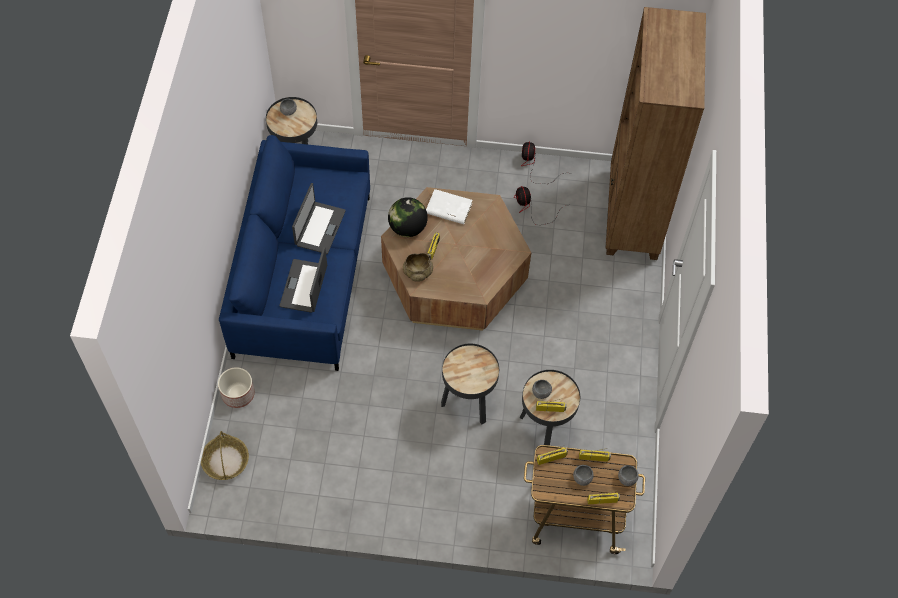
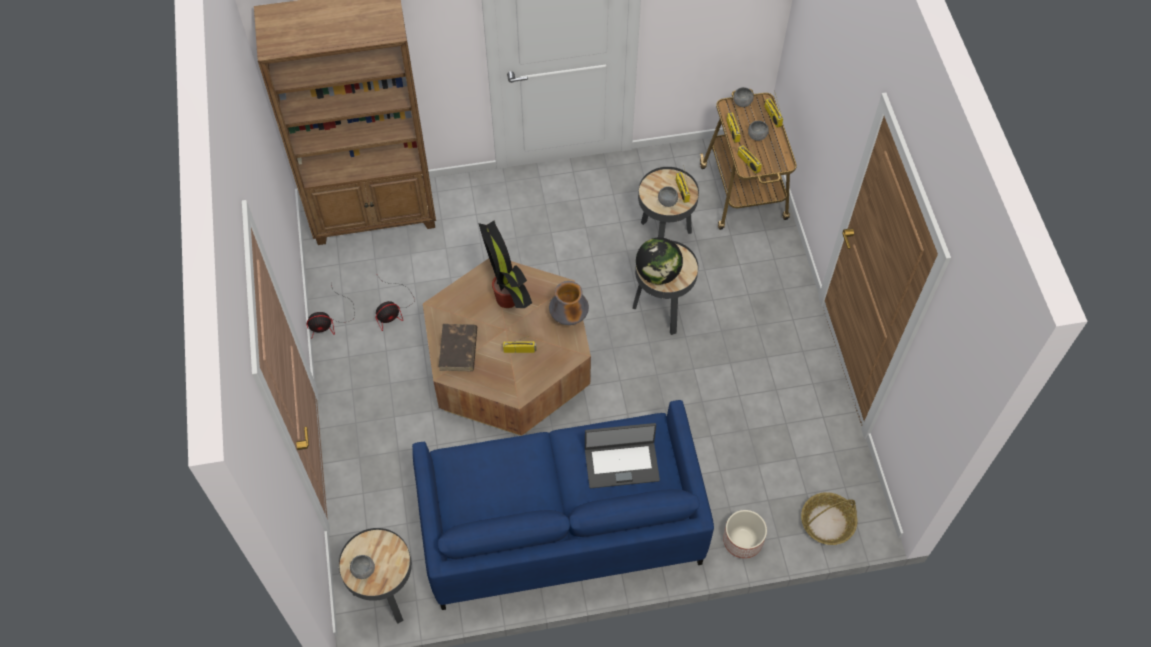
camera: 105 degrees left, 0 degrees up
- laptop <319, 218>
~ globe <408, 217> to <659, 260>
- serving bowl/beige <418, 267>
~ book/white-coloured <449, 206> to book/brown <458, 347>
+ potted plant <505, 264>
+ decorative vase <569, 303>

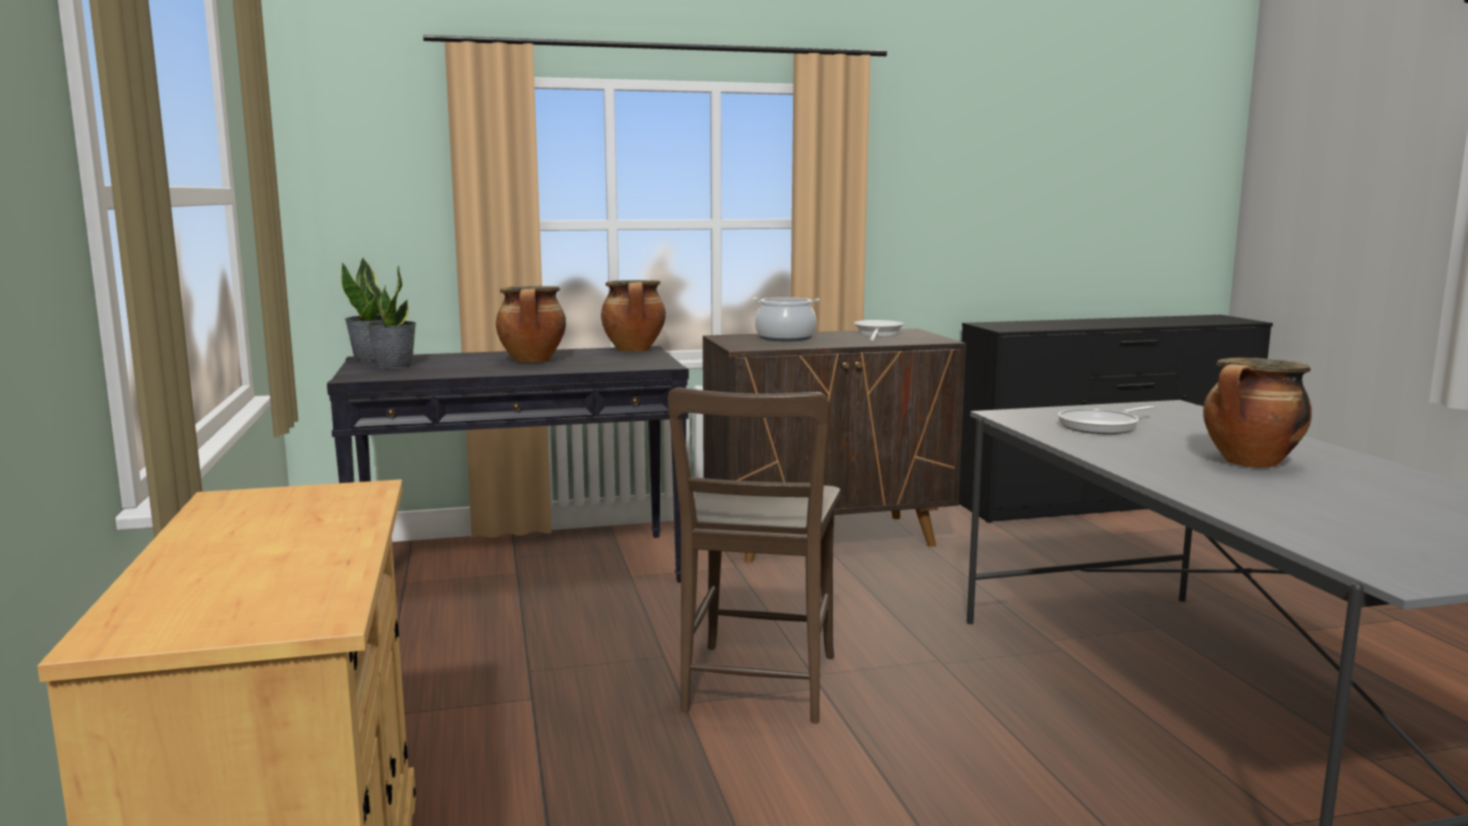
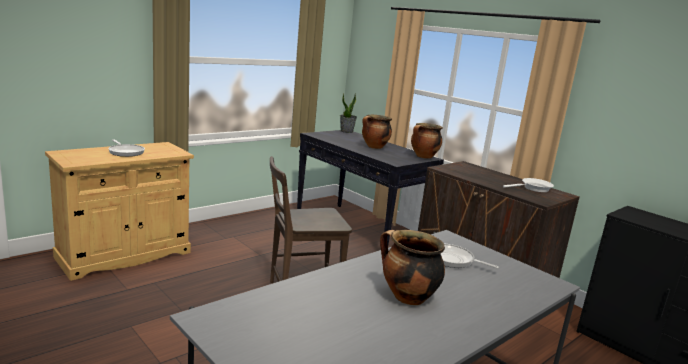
camera: 60 degrees right, 5 degrees up
- potted plant <390, 315>
- stockpot <786, 319>
+ frying pan <126, 148>

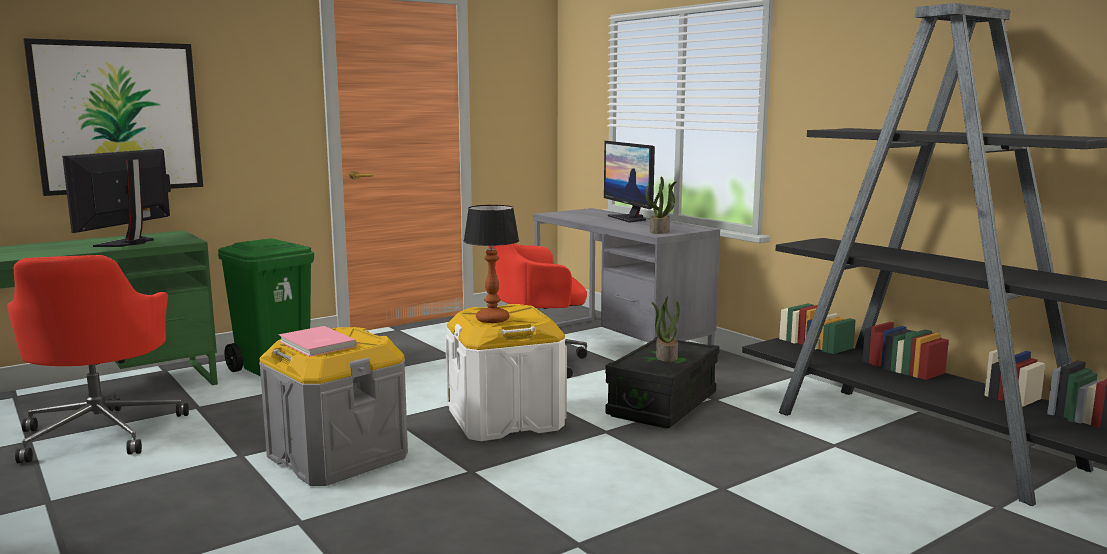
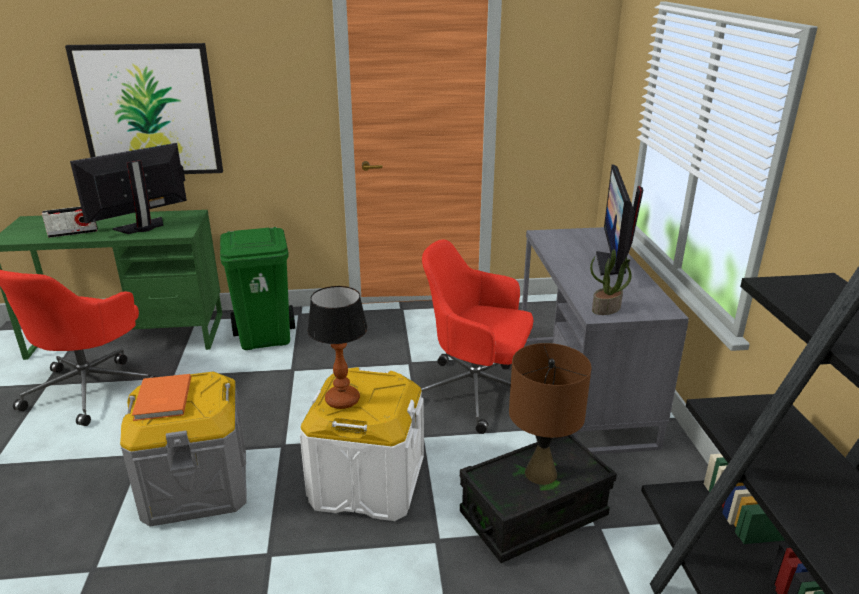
camera: 30 degrees right, 15 degrees up
~ book/pinkish <318, 341> to book/orange <161, 397>
~ potted plant <665, 329> to table lamp/brown <550, 414>
+ radio <70, 222>

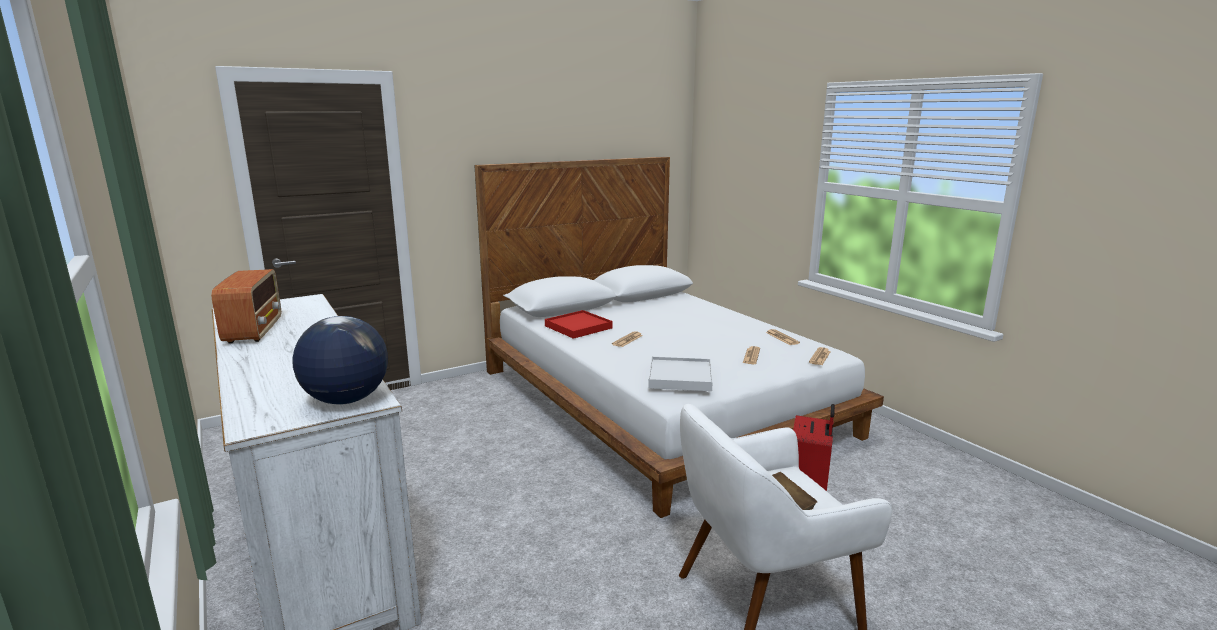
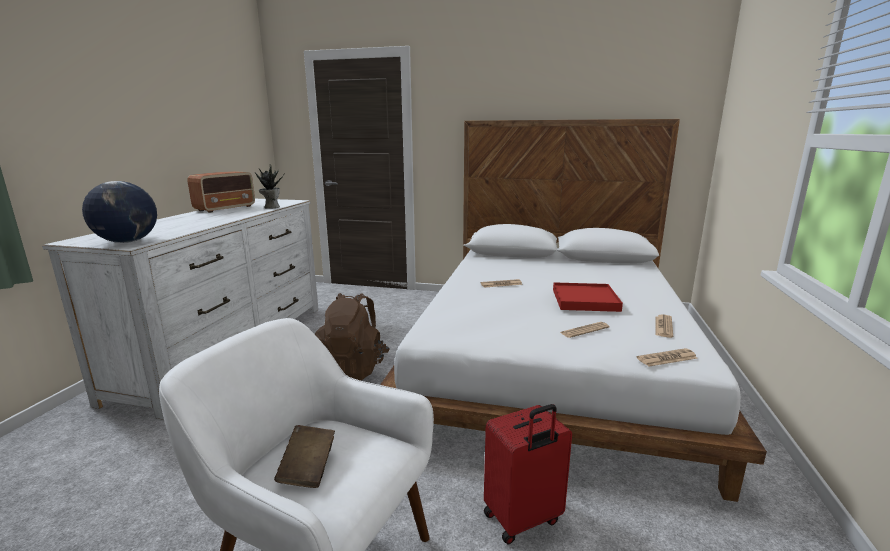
camera: 45 degrees right, 0 degrees up
~ tray/reddish <579, 324> to <588, 297>
- tray/white-coloured <680, 374>
+ potted plant <269, 187>
+ backpack/brown <352, 337>

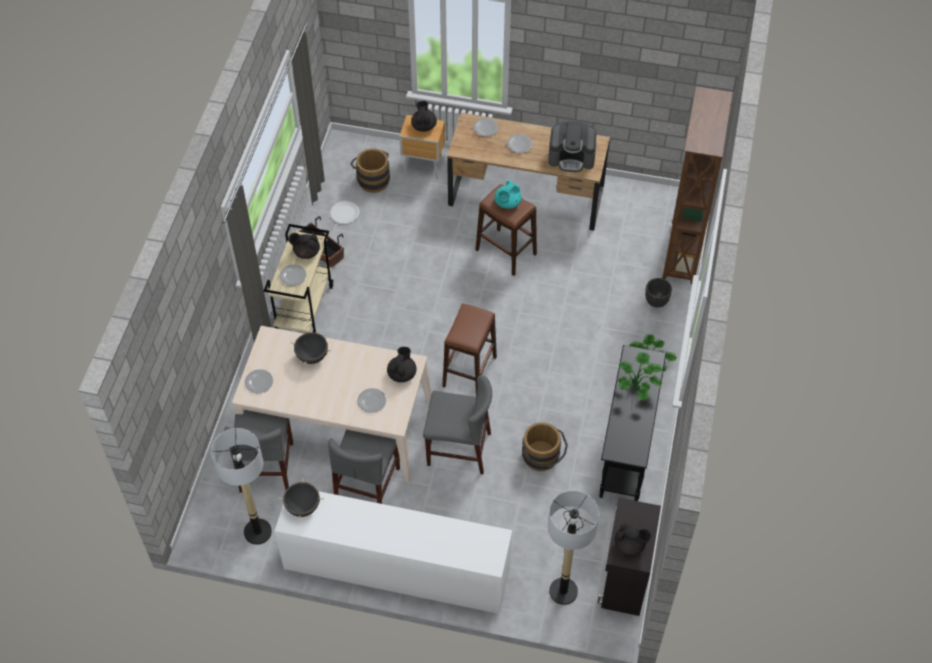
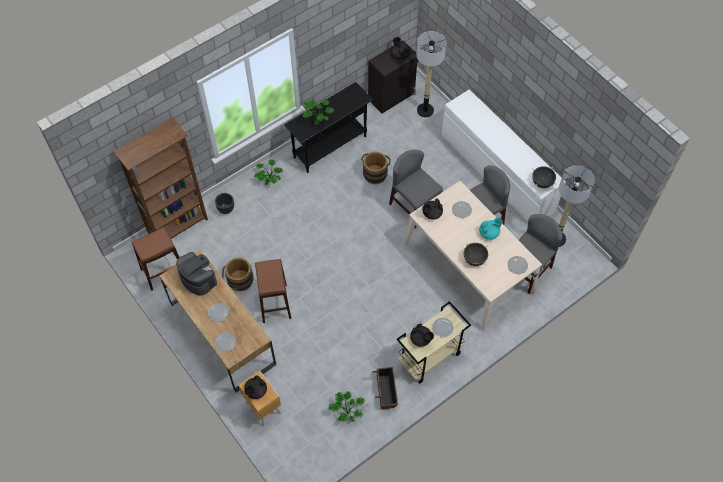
camera: 140 degrees left, 5 degrees up
~ plate/white-coloured <344, 212> to potted plant <346, 406>
~ water bucket/brown <370, 170> to <237, 274>
~ stool seat/brown <469, 349> to <155, 259>
~ pot for tea/turquoise-coloured <508, 194> to <491, 229>

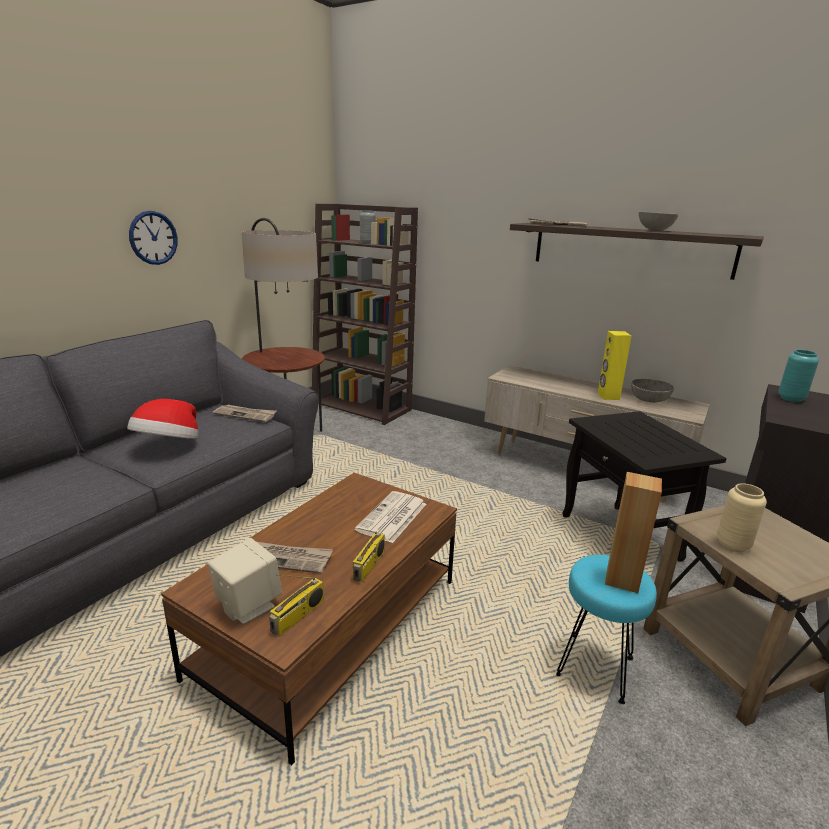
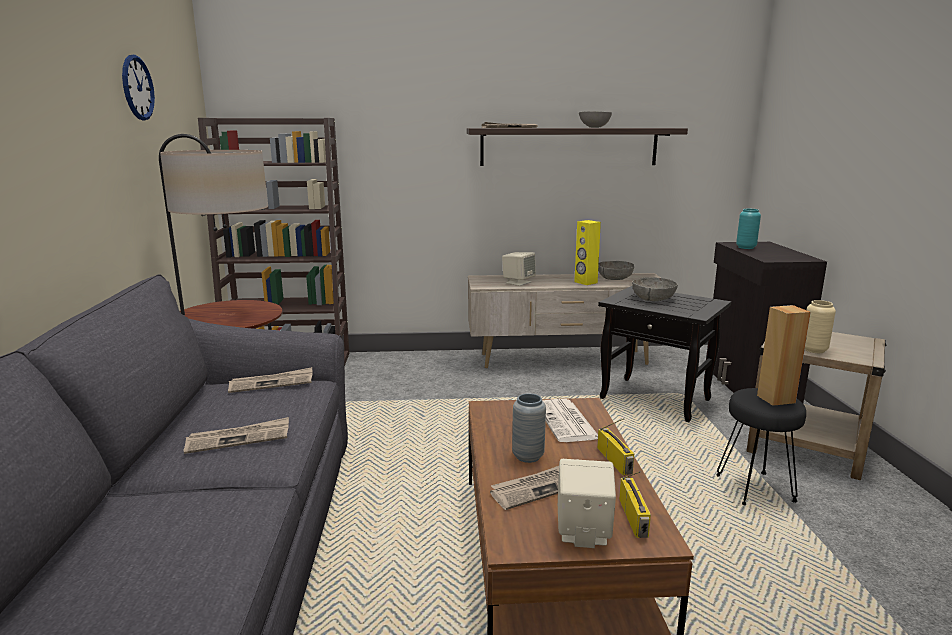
camera: 35 degrees left, 5 degrees down
~ wearable hat <162, 419> to printed paper <236, 435>
~ hanging clock <153, 238> to <138, 87>
~ decorative vase/gray <368, 227> to <529, 428>
~ stool seat/turquoise-coloured <606, 629> to stool seat/black <761, 446>
+ speaker/beige <519, 269>
+ serving bowl/gray <655, 289>

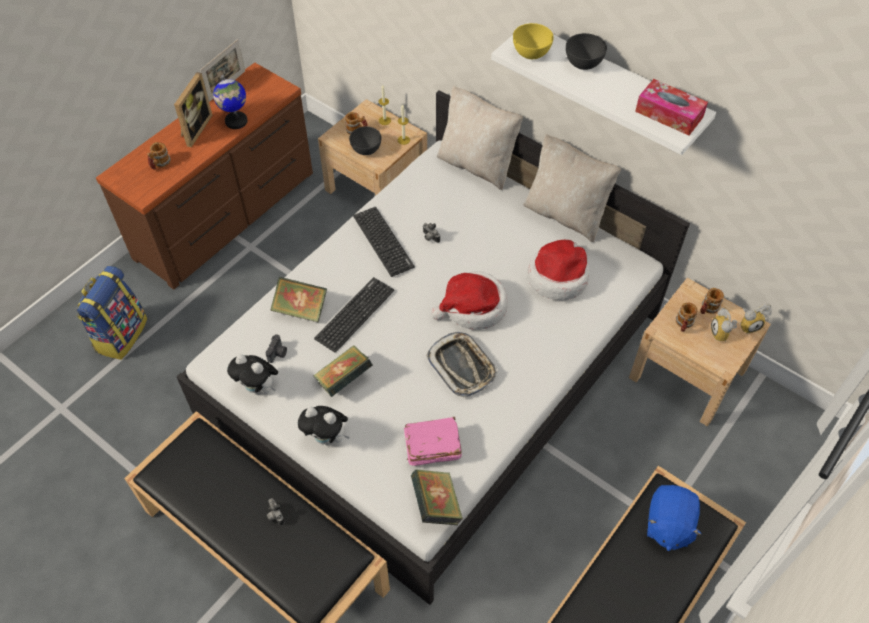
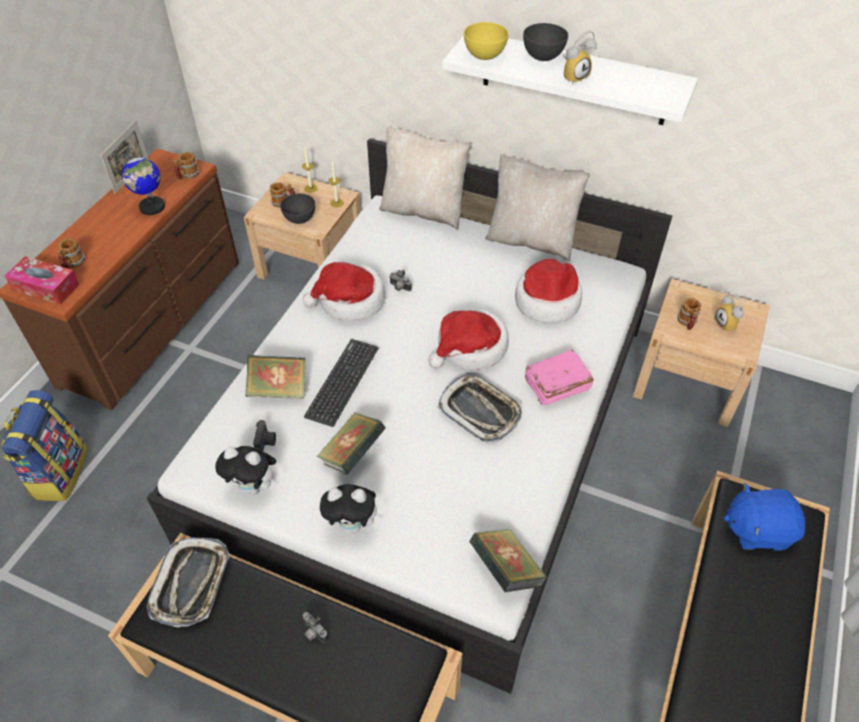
camera: 15 degrees left, 5 degrees down
- picture frame <193, 109>
~ computer keyboard <384, 242> to wearable hat <344, 292>
~ book/pinkish <433, 441> to <559, 377>
~ tissue box <671, 107> to <42, 280>
~ cuddly toy/blue <674, 518> = <764, 517> 90 degrees clockwise
~ tea mug <712, 301> to <186, 166>
~ alarm clock <756, 318> to <579, 57>
+ tray <188, 582>

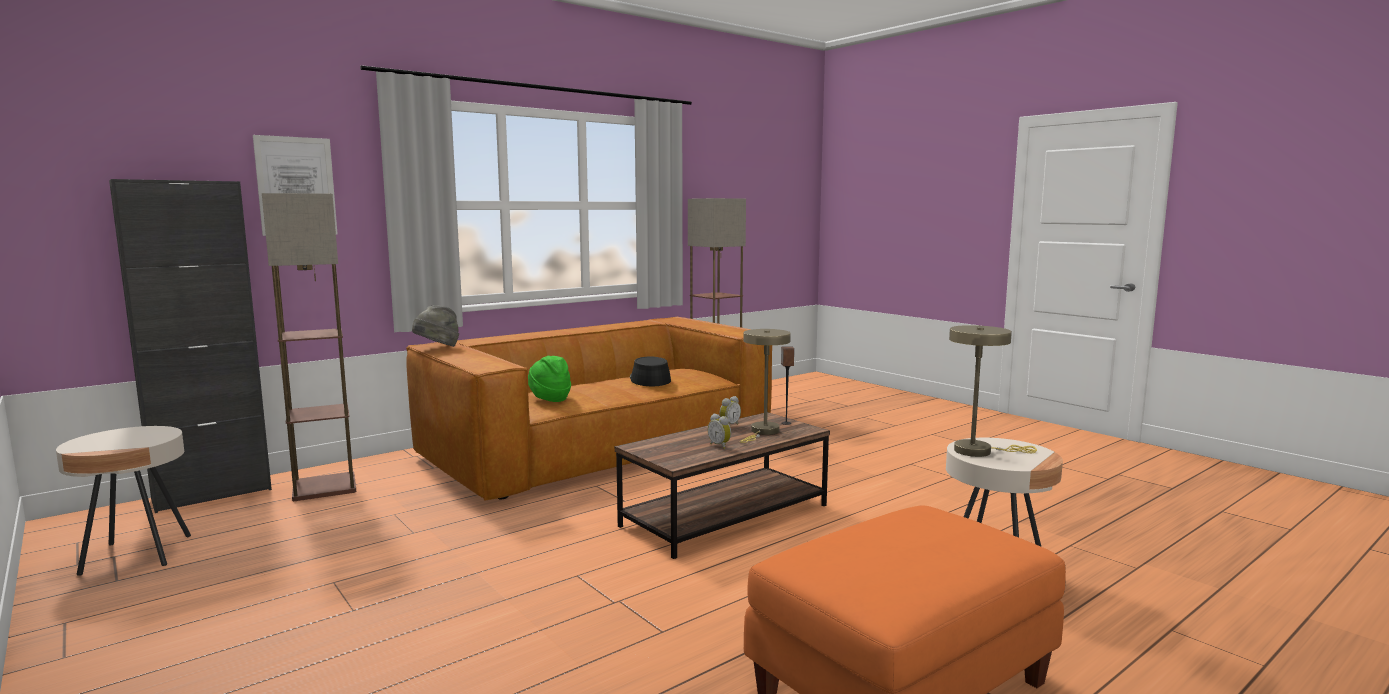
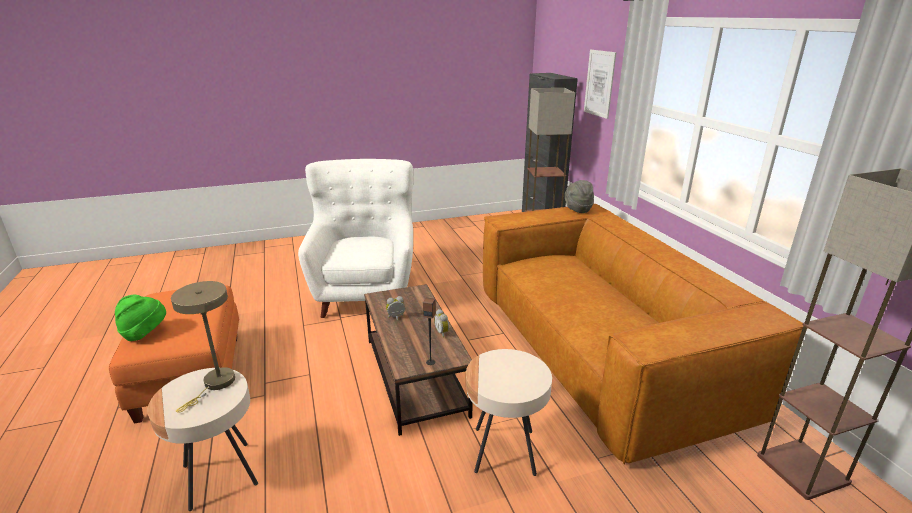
camera: 110 degrees right, 15 degrees up
~ side table/beige <123, 501> to <509, 412>
~ wearable hat/green-coloured <549, 379> to <140, 318>
- wearable hat/black <650, 371>
- table lamp/beige <765, 386>
+ lounge chair/white-coloured <355, 238>

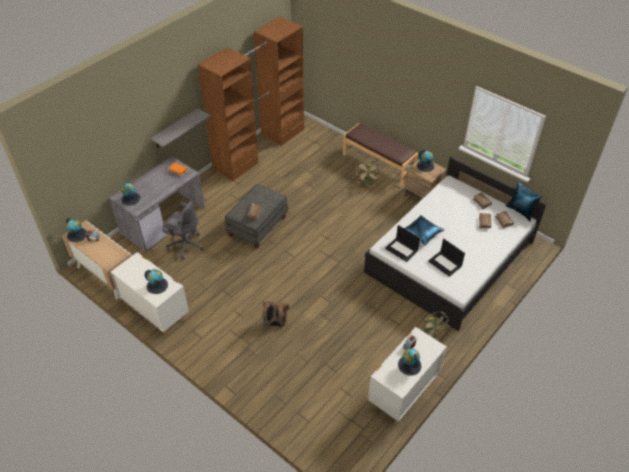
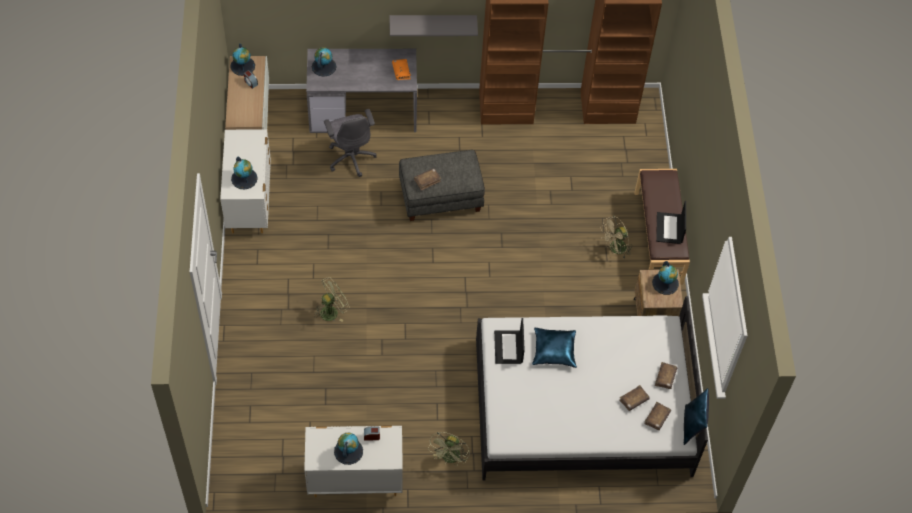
camera: 45 degrees right, 10 degrees up
~ backpack/brown <275, 314> to electric fan/green-coloured <332, 299>
~ laptop <446, 258> to <671, 222>

